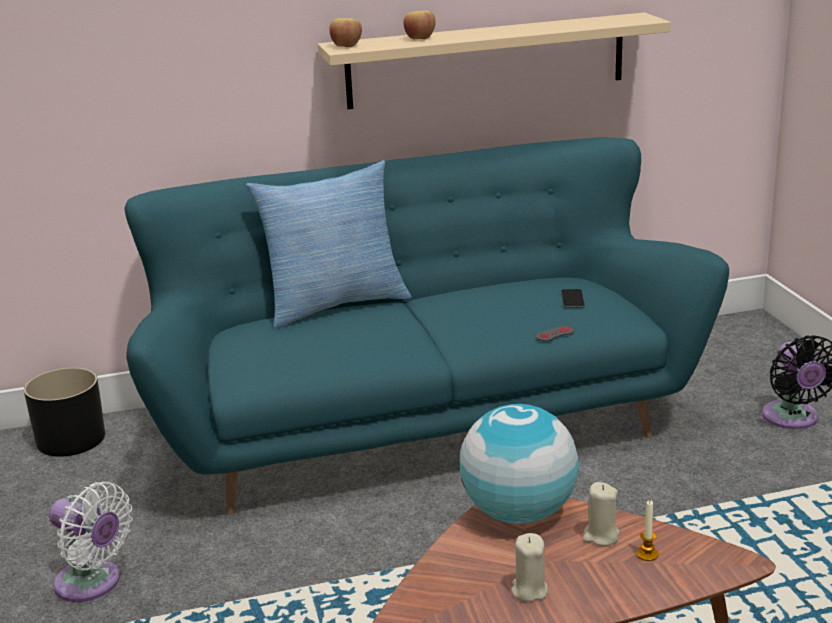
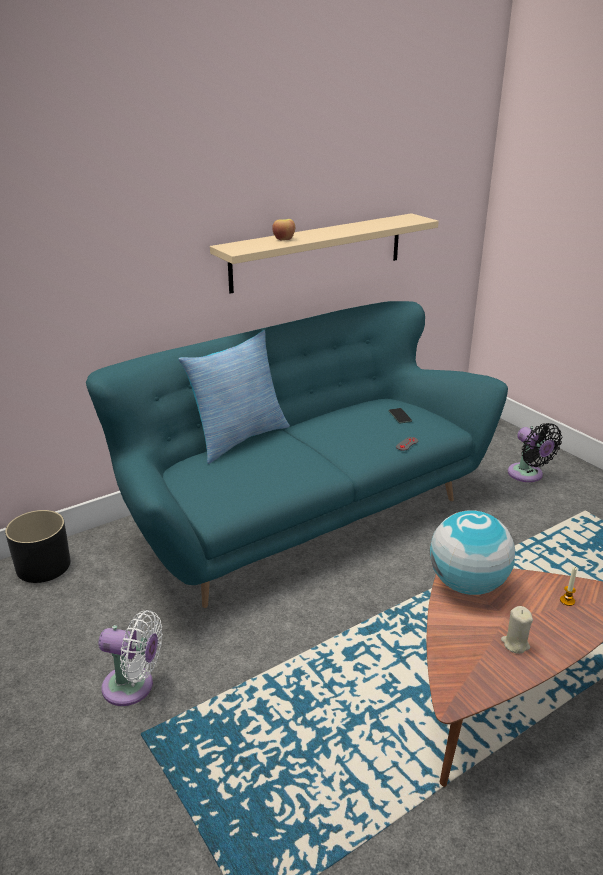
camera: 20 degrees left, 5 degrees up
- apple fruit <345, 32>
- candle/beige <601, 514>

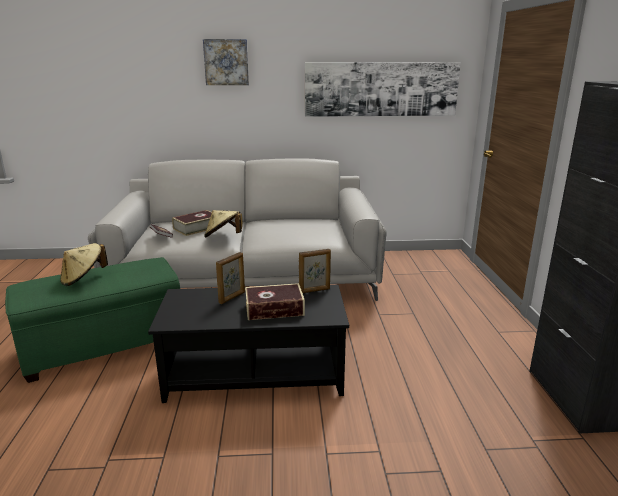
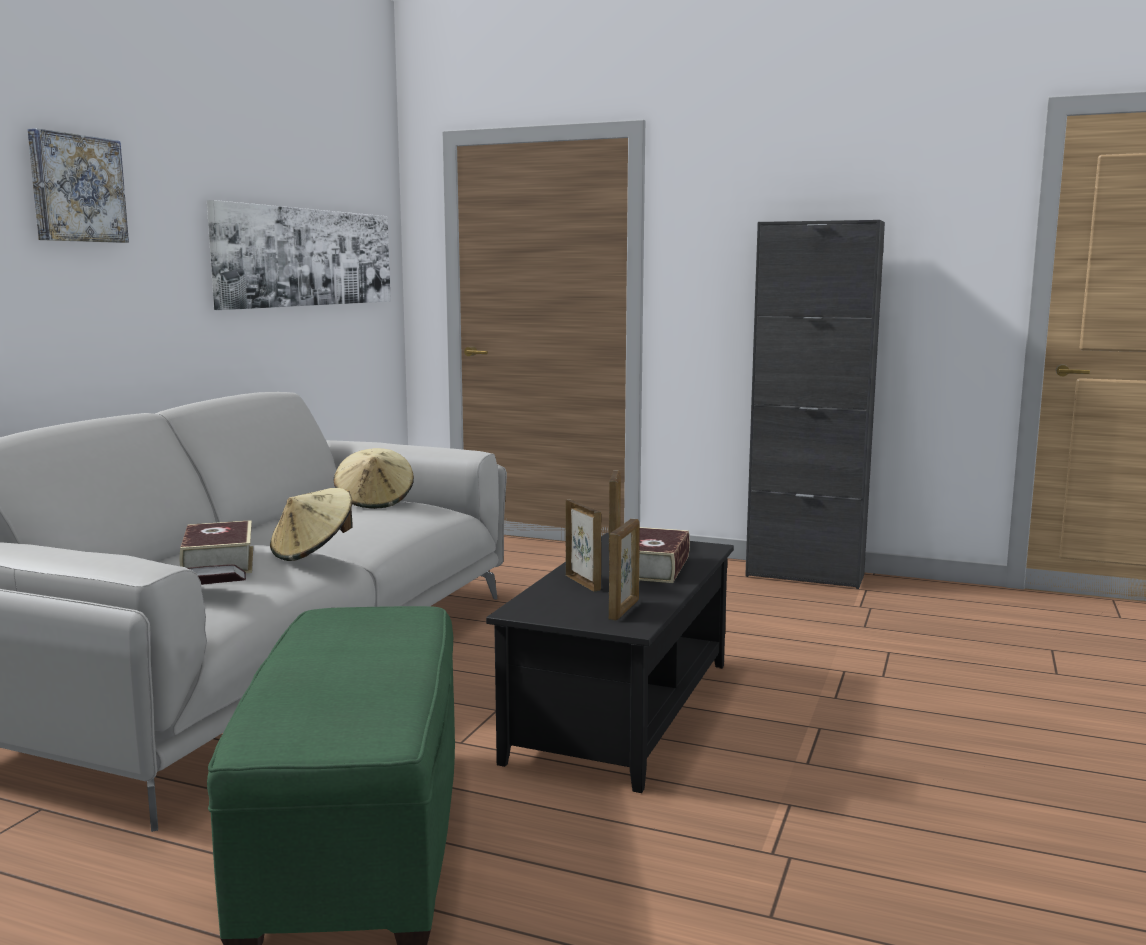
camera: 65 degrees left, 10 degrees down
~ wearable hat/beige <84, 264> to <373, 478>
+ picture frame <624, 569>

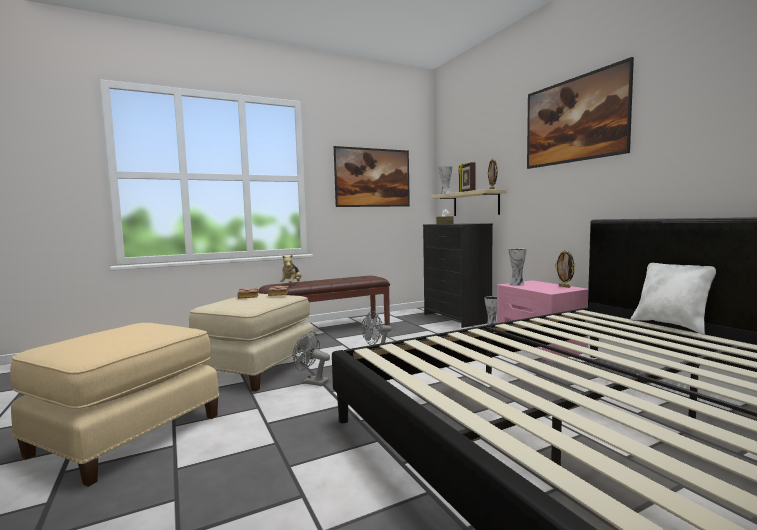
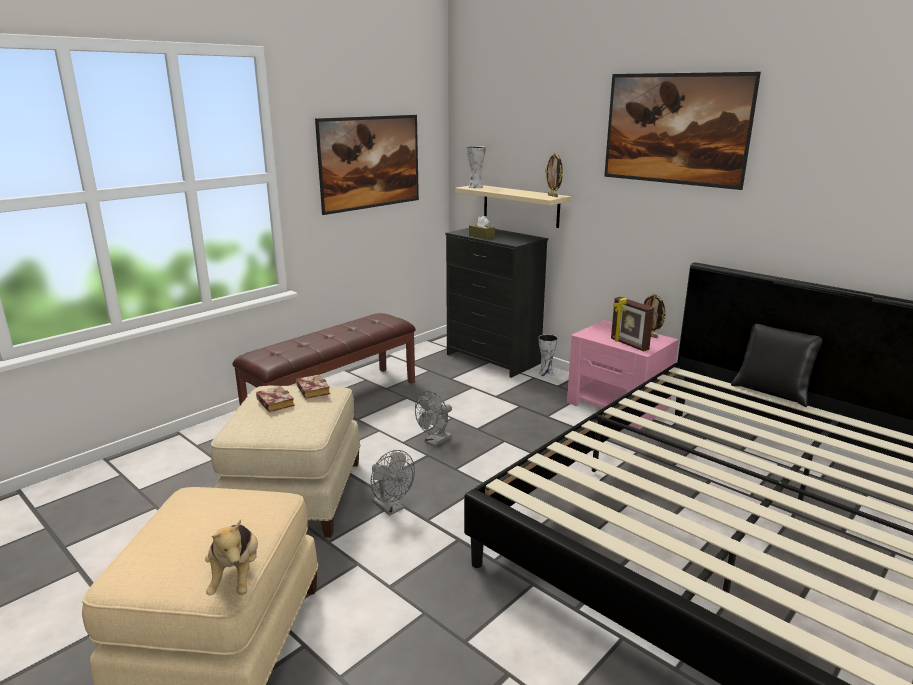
camera: 20 degrees left, 15 degrees up
~ cuddly toy <291, 268> to <231, 557>
~ electric fan/gray <311, 358> = <393, 483> 135 degrees counterclockwise
~ picture frame <467, 177> to <632, 324>
- decorative vase <517, 267>
~ cushion/white-coloured <673, 299> to cushion/black <777, 365>

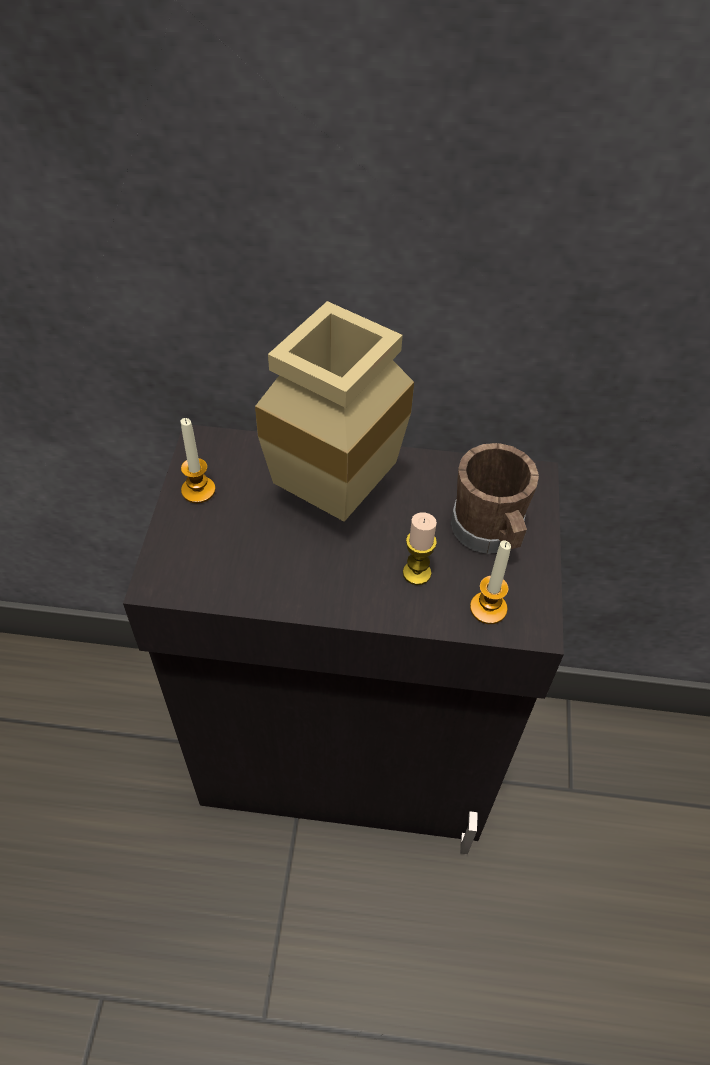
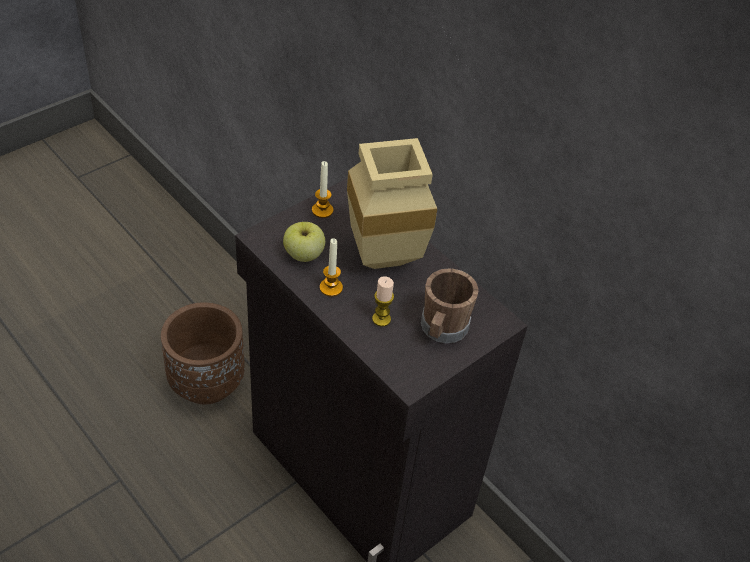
camera: 40 degrees right, 5 degrees down
~ candle <490, 582> to <331, 267>
+ planter/brown <203, 353>
+ apple fruit <304, 242>

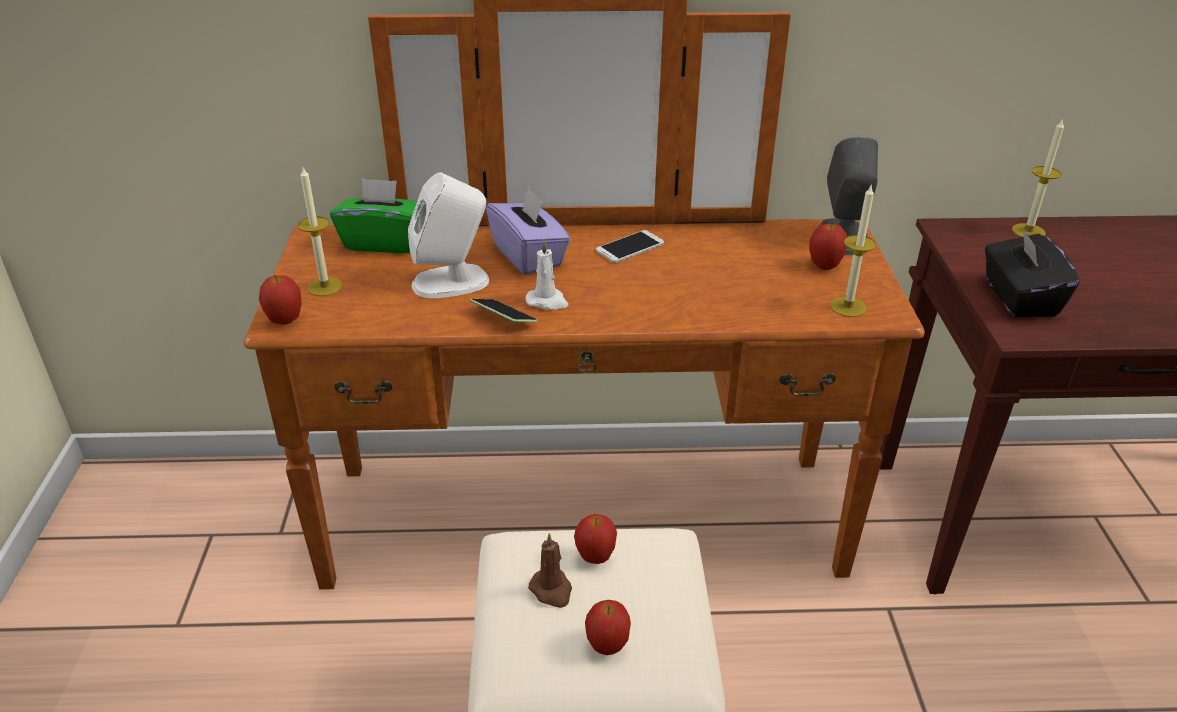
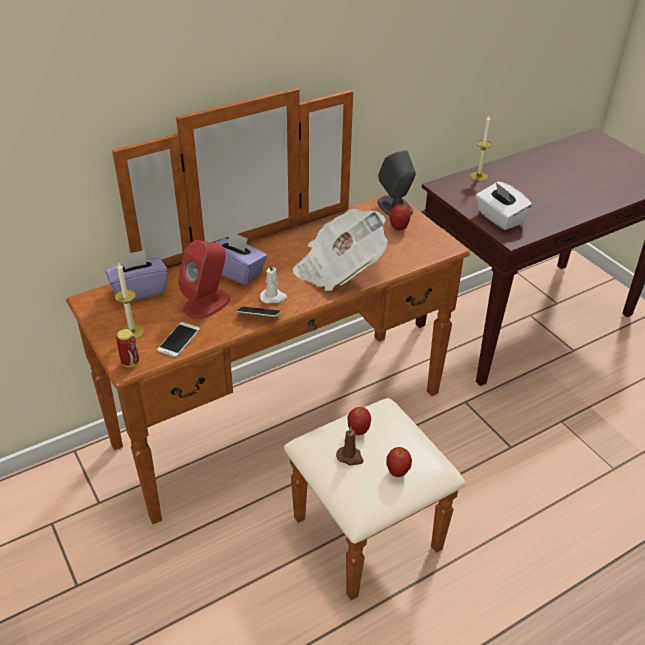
camera: 30 degrees left, 5 degrees up
~ apple fruit <280, 300> to sealed can <127, 348>
~ tissue box/green-coloured <373, 215> to tissue box/purplish <137, 276>
~ speaker/white-coloured <448, 235> to speaker/reddish <204, 279>
~ telephone <630, 246> to <178, 339>
- candle <853, 250>
~ tissue box/black <1032, 271> to tissue box/white-coloured <504, 205>
+ printed paper <340, 249>

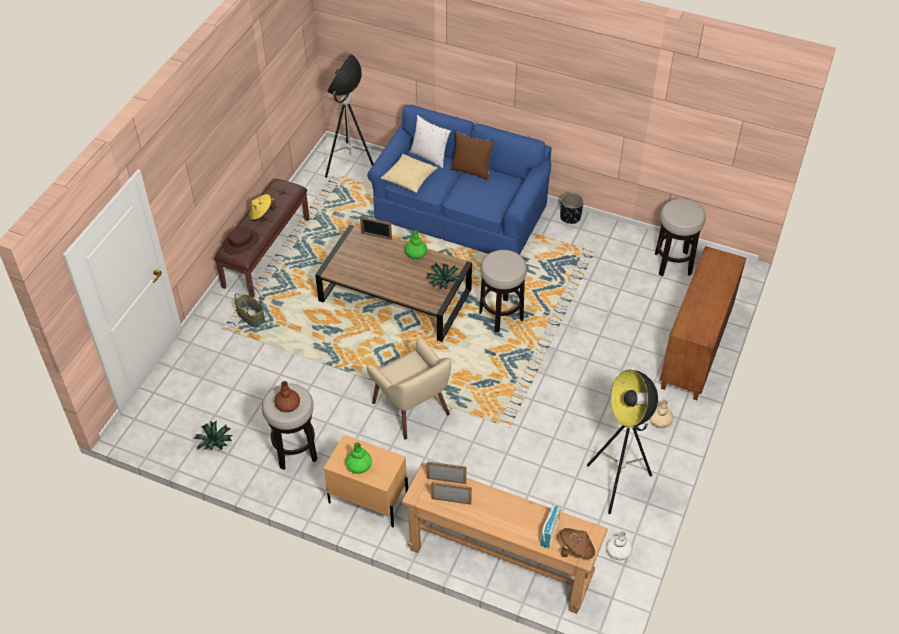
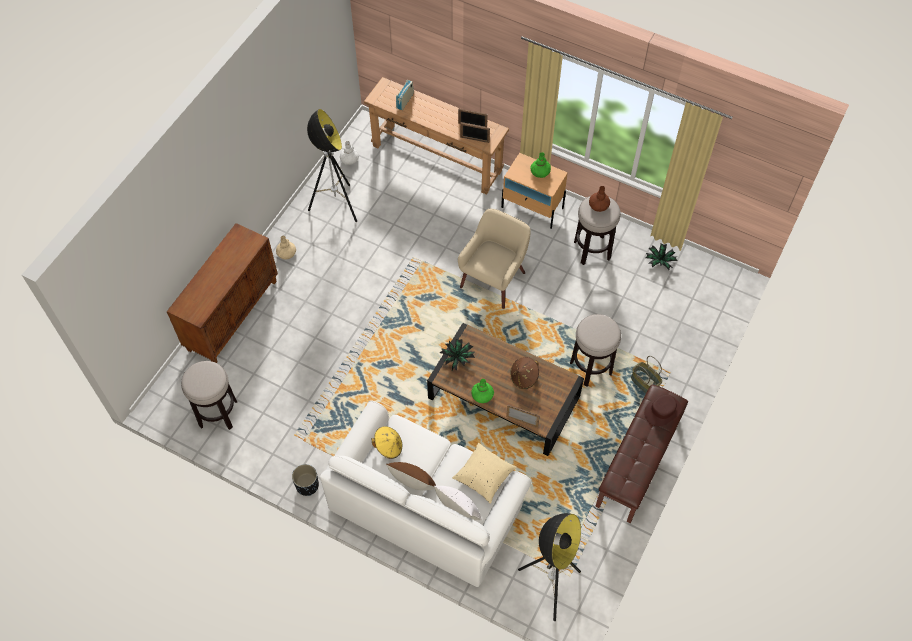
camera: 175 degrees left, 10 degrees up
~ wearable hat/yellow <262, 207> to <387, 442>
~ couch/blue <459, 180> to couch/white-coloured <426, 493>
~ lounge chair/beige <409, 388> = <494, 259> 60 degrees clockwise
~ stool seat <503, 291> to <595, 350>
~ wearable hat/brown <577, 543> to <524, 373>

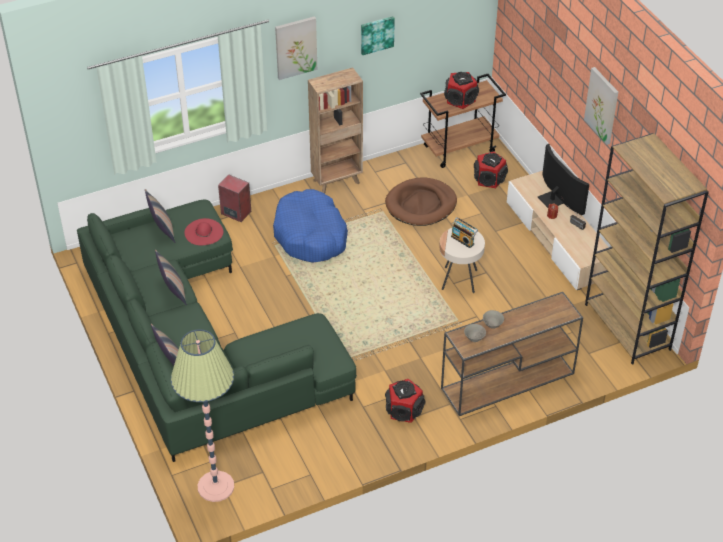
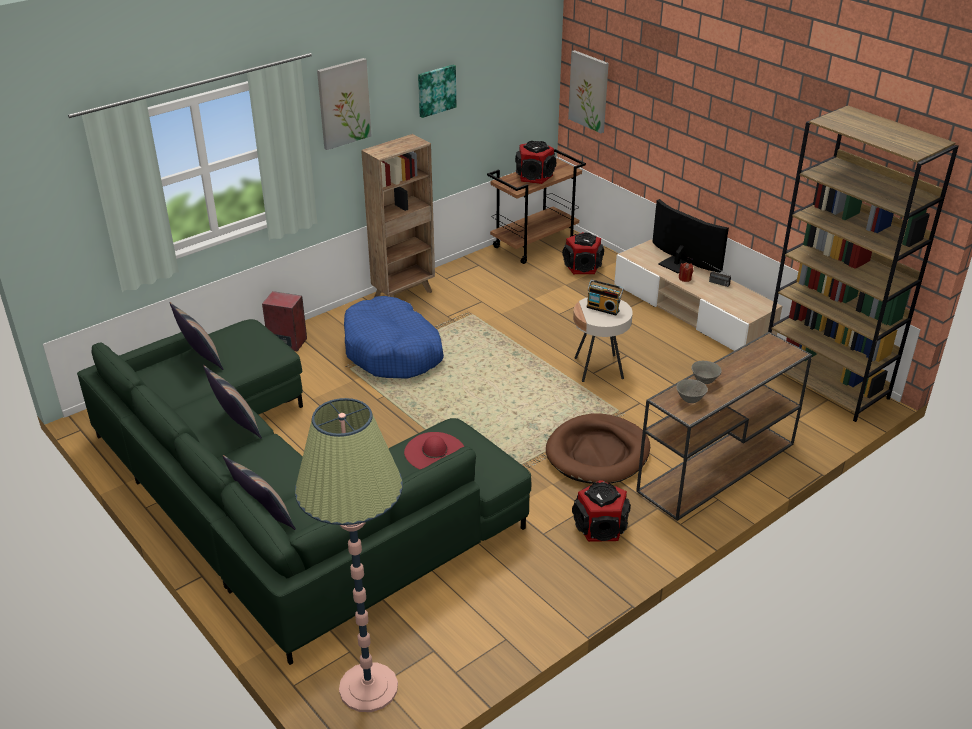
camera: 15 degrees left, 10 degrees down
~ wearable hat/reddish <203, 231> to <434, 450>
~ pet bed/brown <421, 202> to <598, 448>
~ picture <601, 106> to <588, 91>

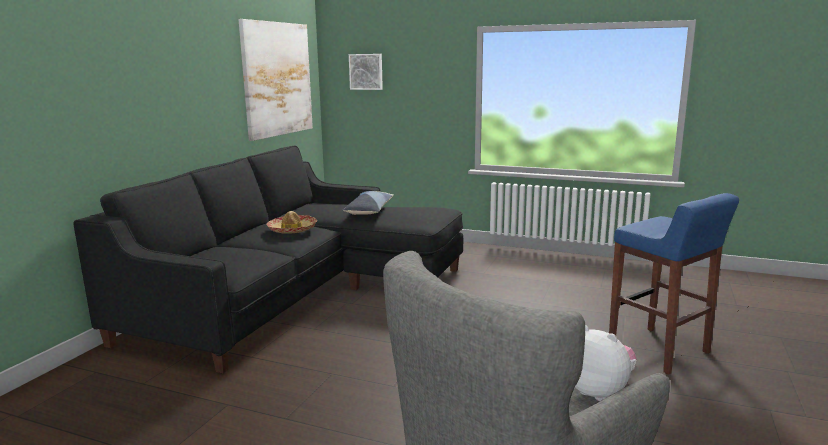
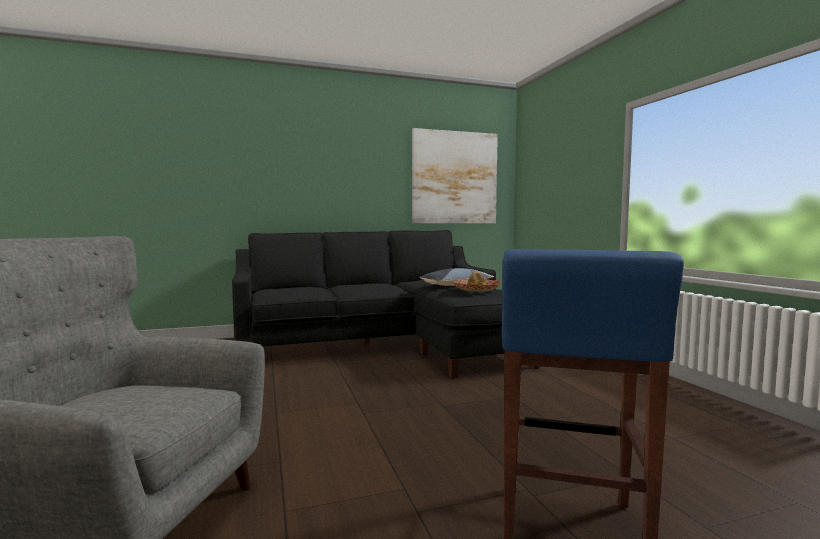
camera: 50 degrees right, 10 degrees down
~ wearable hat <292, 222> to <477, 281>
- picture <366, 72>
- cuddly toy <606, 363>

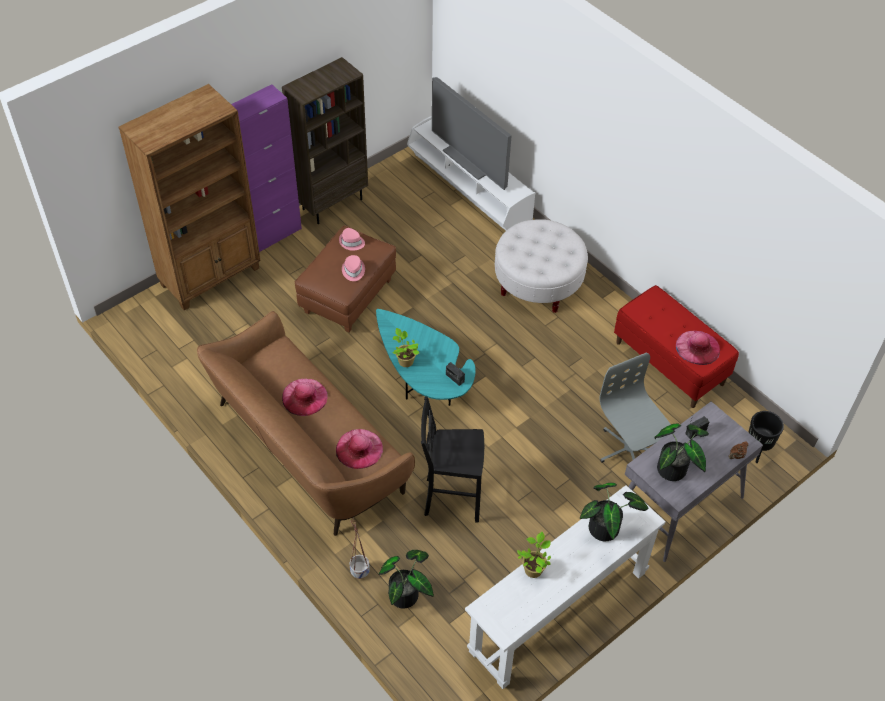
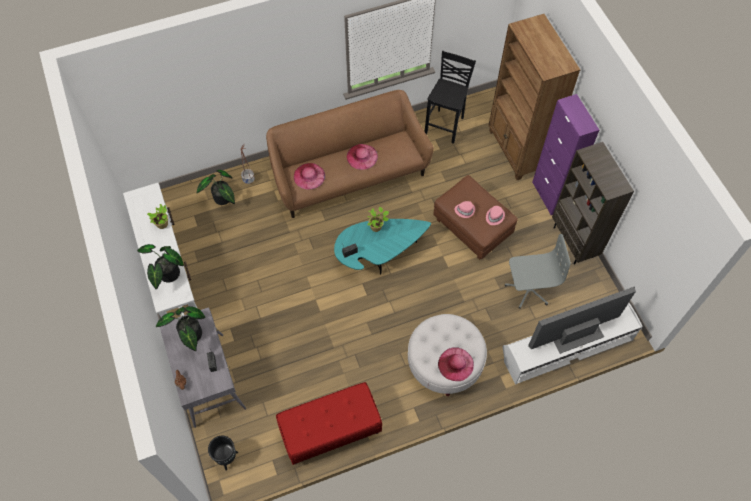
camera: 110 degrees right, 10 degrees up
~ stool seat/black <452, 460> to <450, 97>
~ computer chair/gray <635, 408> to <538, 271>
~ wearable hat/pinkish <698, 348> to <456, 364>

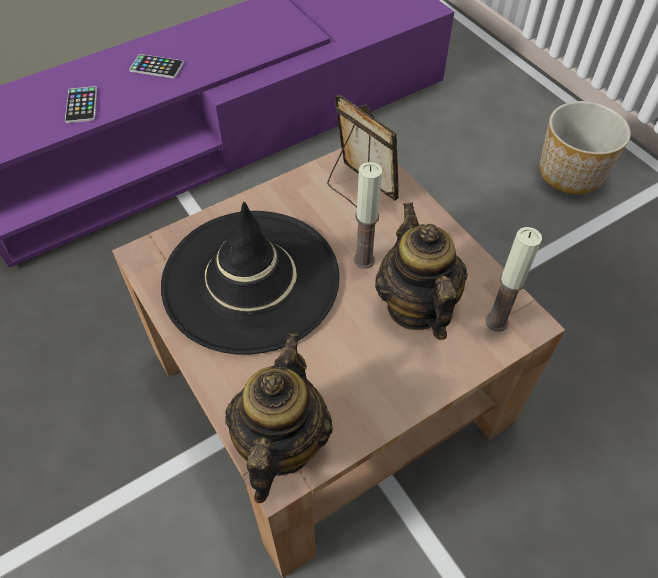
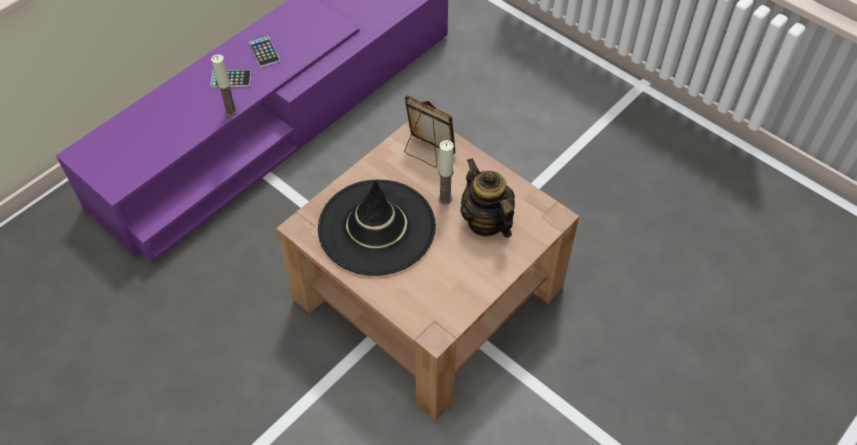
camera: 15 degrees left, 0 degrees up
~ telephone <81, 104> to <264, 51>
- pot for tea <279, 418>
~ candle <513, 279> to <224, 85>
- planter <585, 147>

